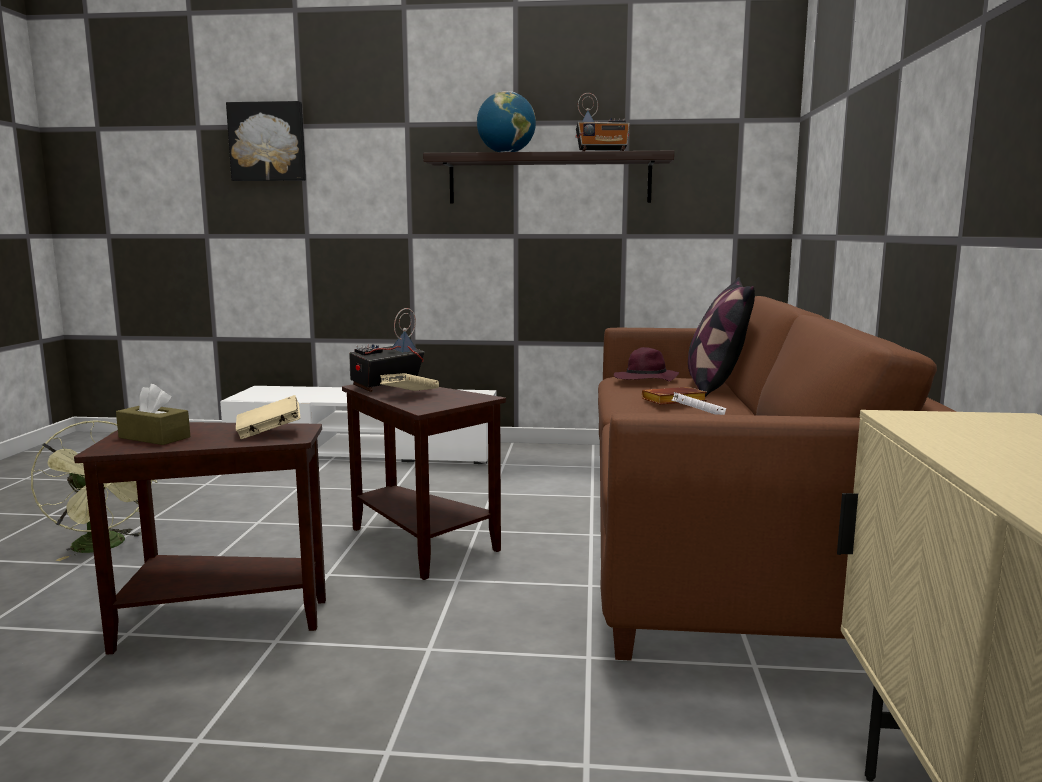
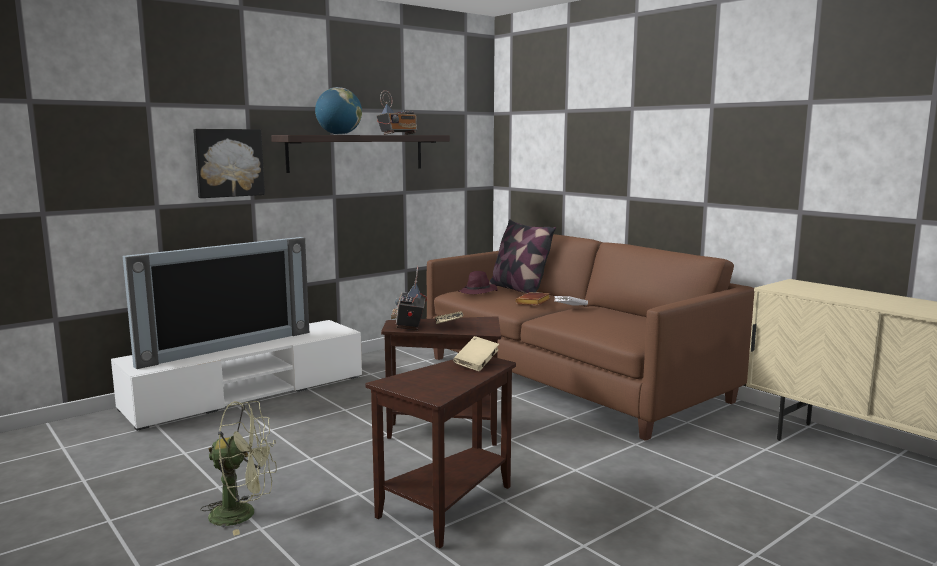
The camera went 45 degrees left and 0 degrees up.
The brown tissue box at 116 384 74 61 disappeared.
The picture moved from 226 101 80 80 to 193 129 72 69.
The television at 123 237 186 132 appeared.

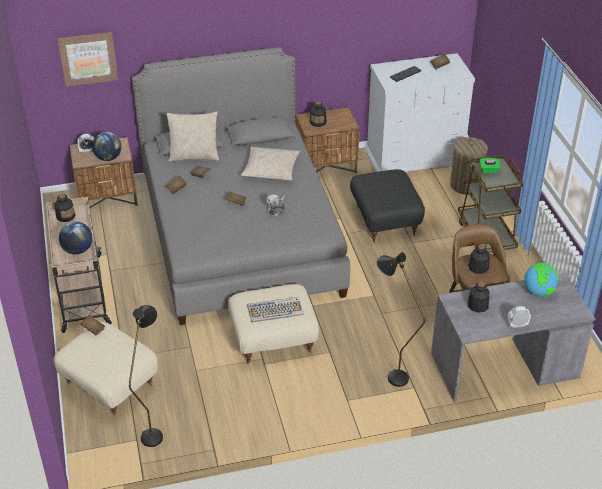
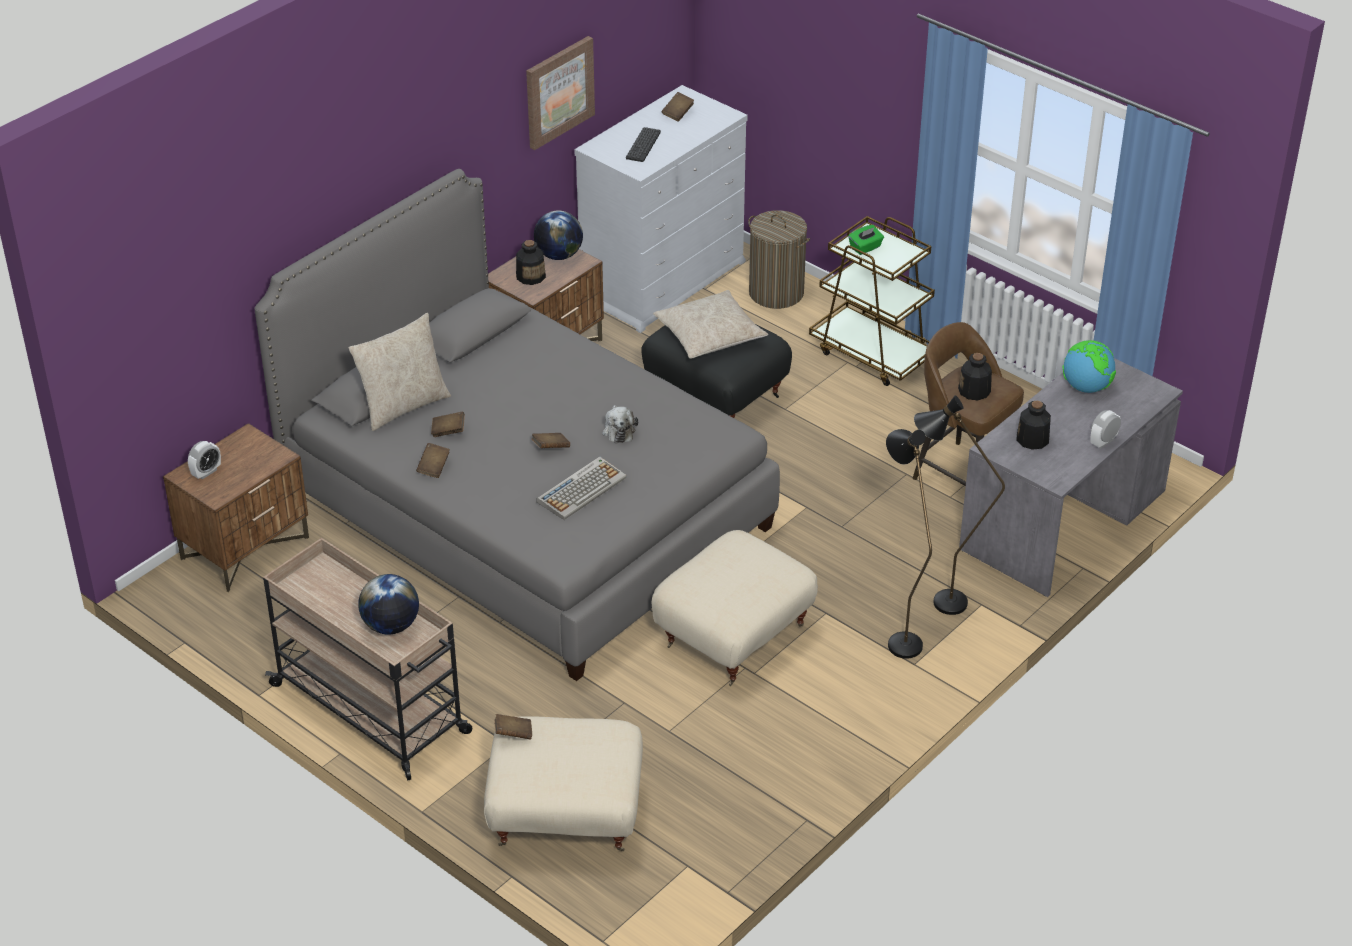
The camera went 35 degrees left and 0 degrees up.
The bottle at 55 194 21 28 disappeared.
The picture moved from 58 32 60 55 to 526 36 69 114.
The globe moved from 92 132 30 29 to 534 210 49 50.
The black floor lamp moved from 129 305 34 142 to 886 429 46 230.
The beige pillow moved from 241 147 59 33 to 653 290 115 69.
The keyboard moved from 248 297 56 26 to 537 456 90 64.

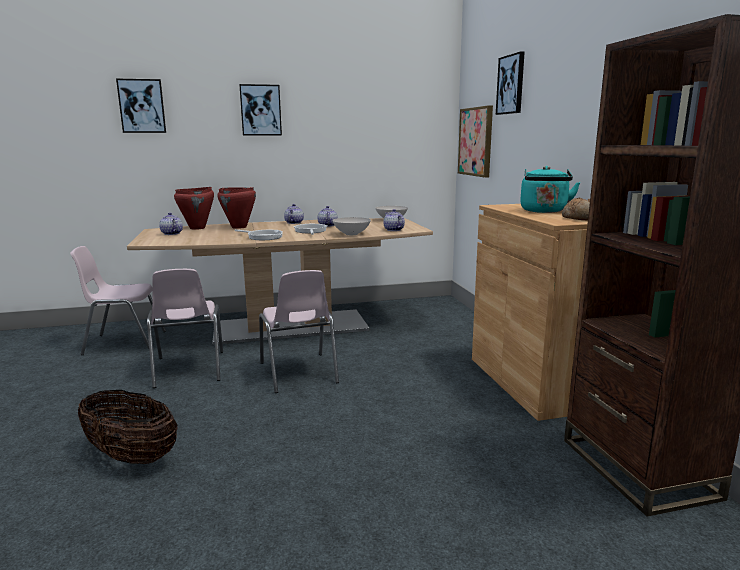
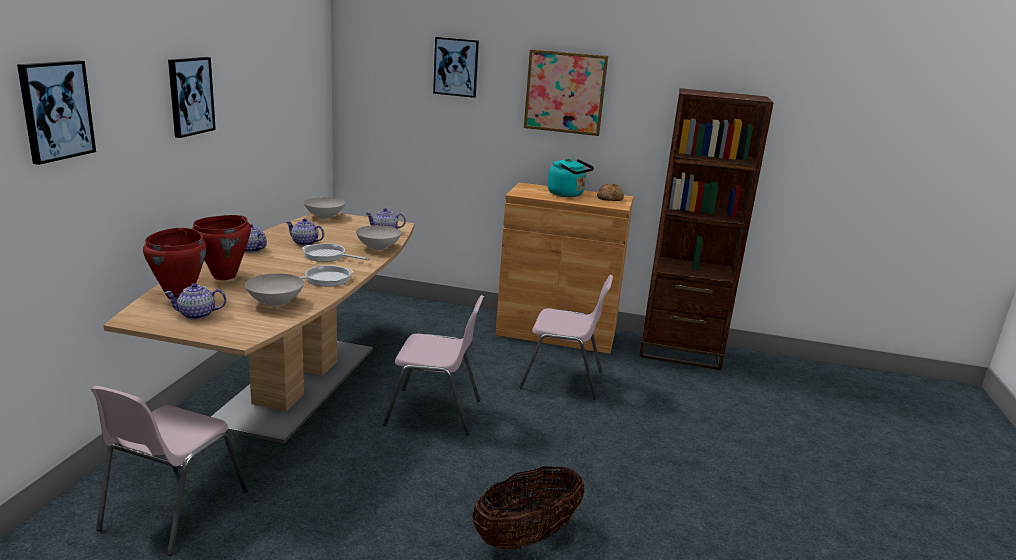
The camera went 65 degrees left and 5 degrees up.
The pink chair moved from 147 269 76 119 to 519 275 94 125.
The picture moved from 458 105 35 73 to 524 49 84 87.
The white bowl at 245 274 59 32 appeared.

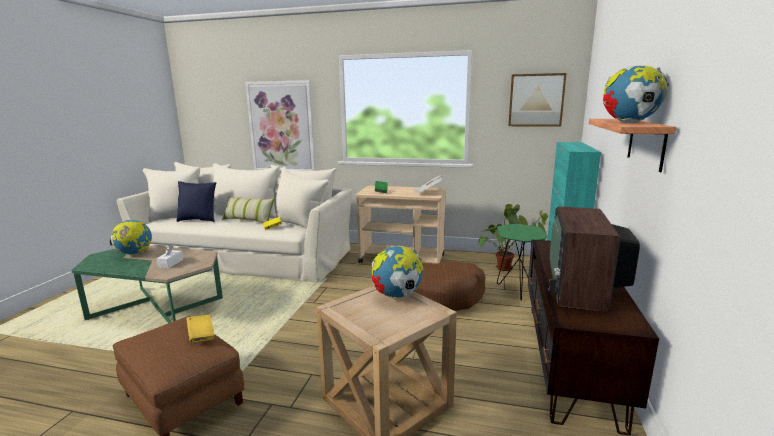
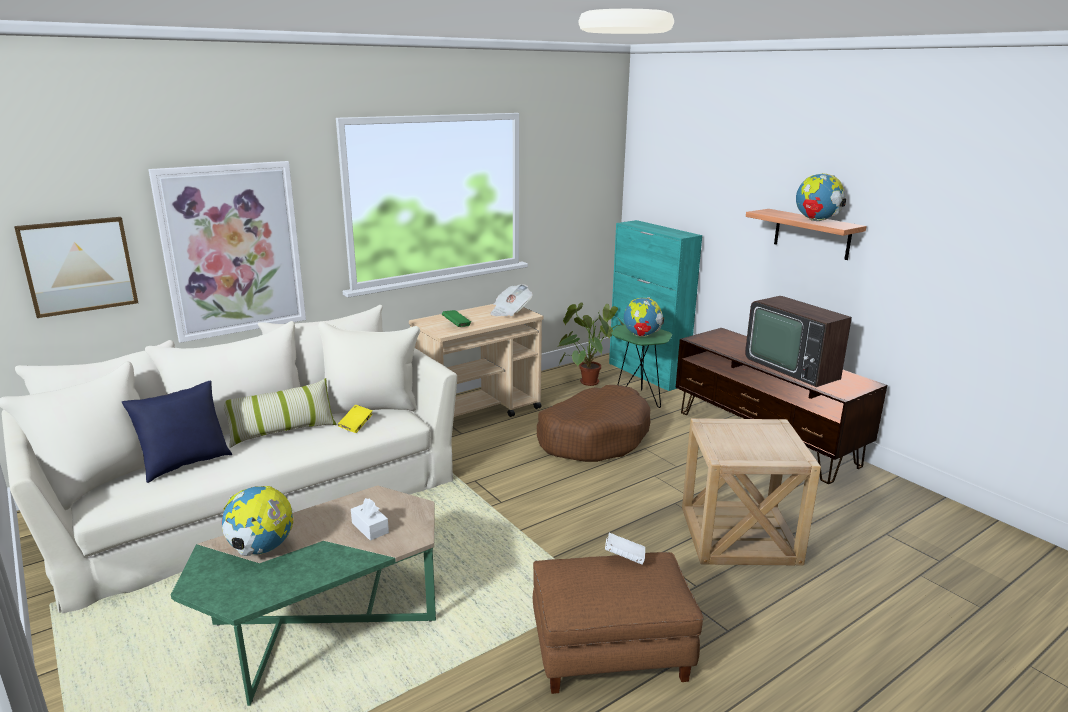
The camera went 50 degrees left and 5 degrees up.
The yellow book at 186 315 29 27 became the white book at 605 533 40 32.
The globe moved from 371 246 53 52 to 624 297 40 40.
The picture moved from 508 73 59 53 to 14 217 124 101.

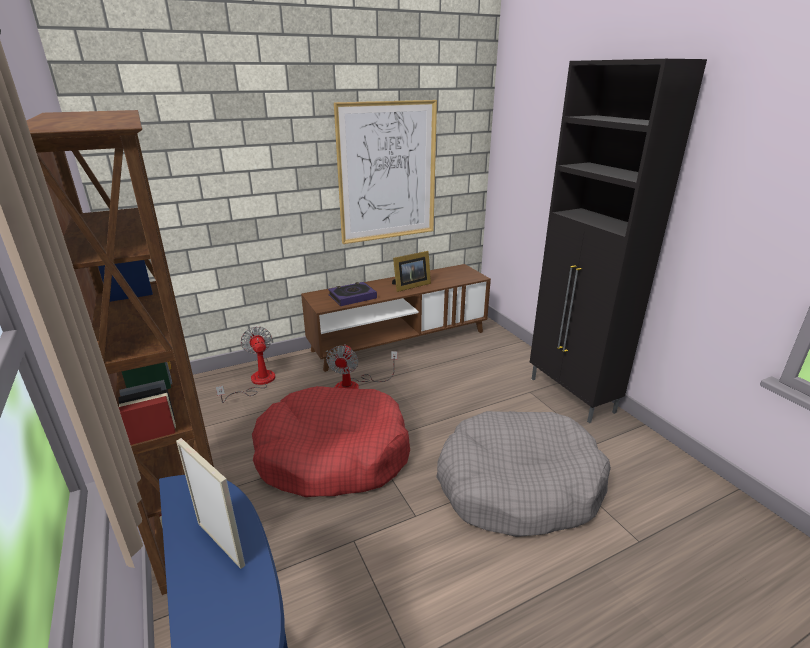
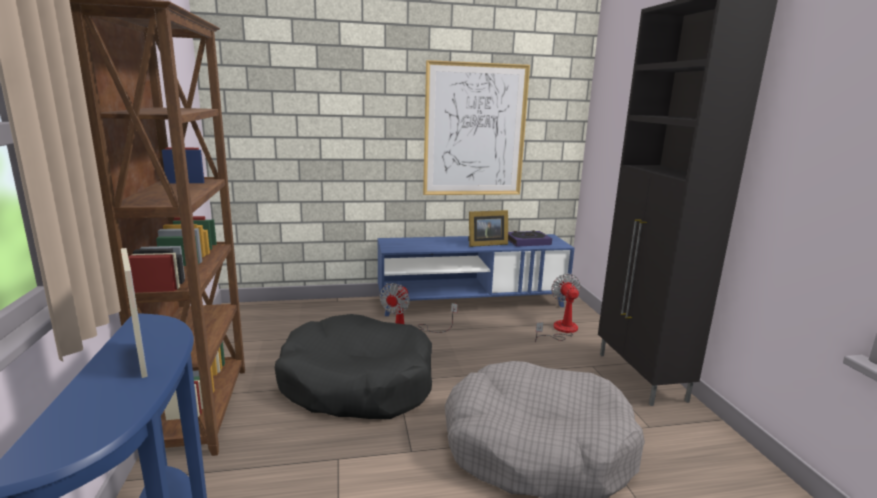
The camera went 15 degrees right and 10 degrees down.
The fan moved from 216 326 60 77 to 535 273 45 69.
The red dog bed at 252 386 158 111 became the black dog bed at 275 314 157 105.
The brown tv stand at 301 264 190 108 became the blue tv stand at 378 234 197 82.
The book moved from 328 282 49 24 to 508 230 44 17.

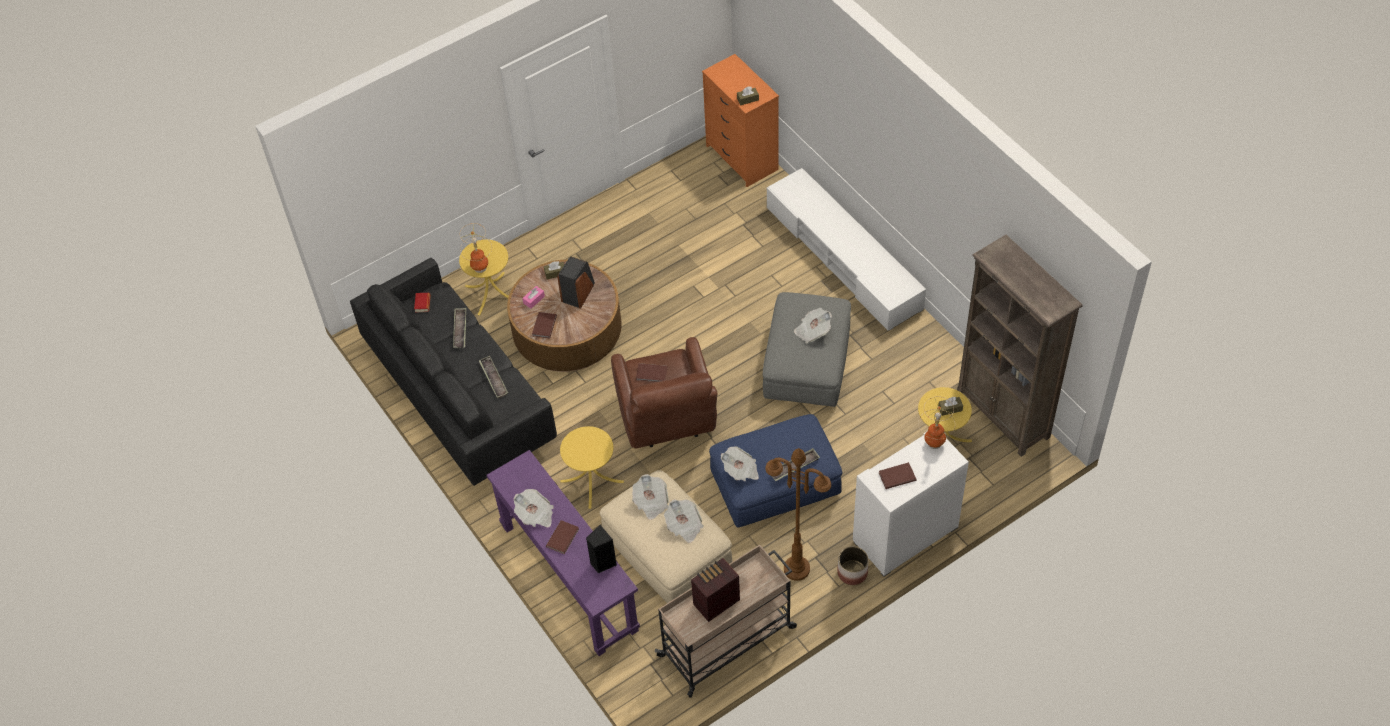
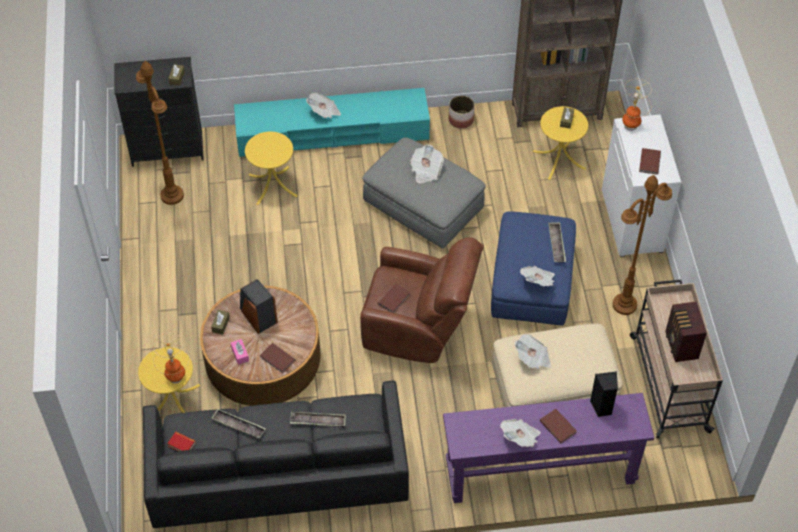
The camera went 65 degrees left and 0 degrees up.
The yellow side table moved from 560 426 64 83 to 245 132 53 73.
The newspaper moved from 664 499 40 44 to 306 93 35 25.
The orange dresser at 702 54 77 133 became the black dresser at 114 57 90 110.
The white tv stand at 767 168 159 163 became the turquoise tv stand at 234 88 196 69.
The planter moved from 837 546 32 39 to 449 96 26 33.
The brown floor lamp at 136 61 48 144 appeared.

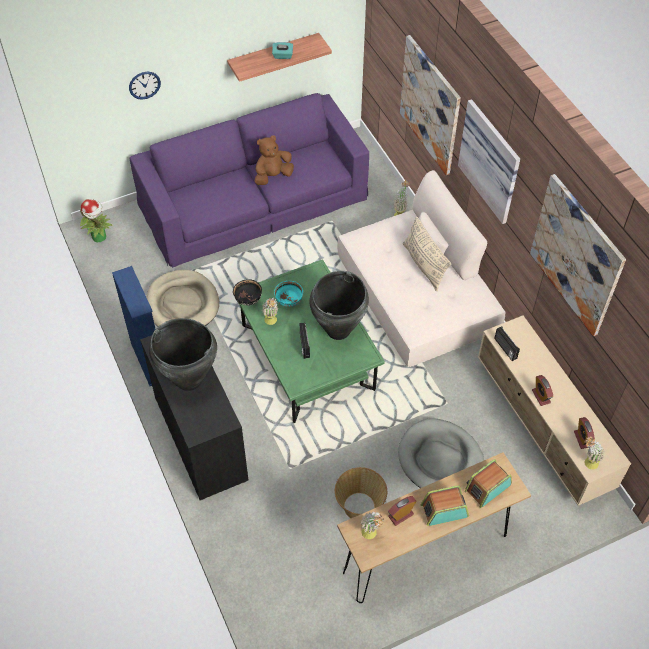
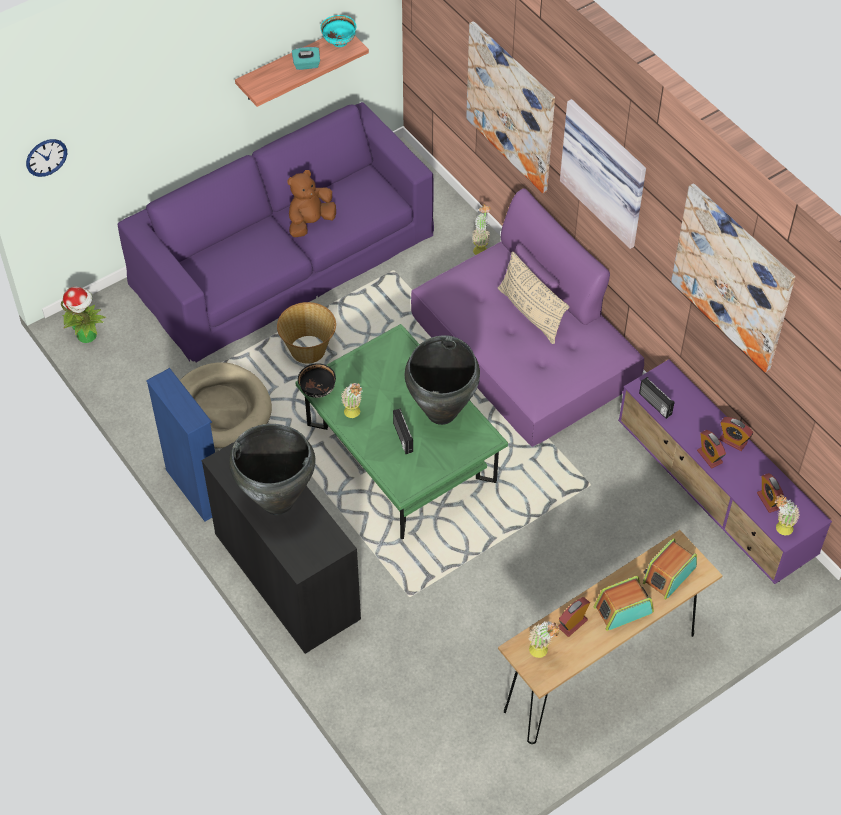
The camera went 10 degrees left and 0 degrees up.
The wall clock moved from 129 72 32 28 to 26 139 41 38.
The turquoise bowl moved from 274 281 29 26 to 320 15 37 32.
The basket moved from 335 467 52 51 to 277 302 59 62.
The beige sofa at 338 170 167 197 became the purple sofa at 411 188 233 259.
The grey dog bed at 398 419 86 69 disappeared.
The beige tv stand at 478 316 153 190 became the purple tv stand at 618 359 214 225.
The alarm clock at 719 417 34 34 appeared.

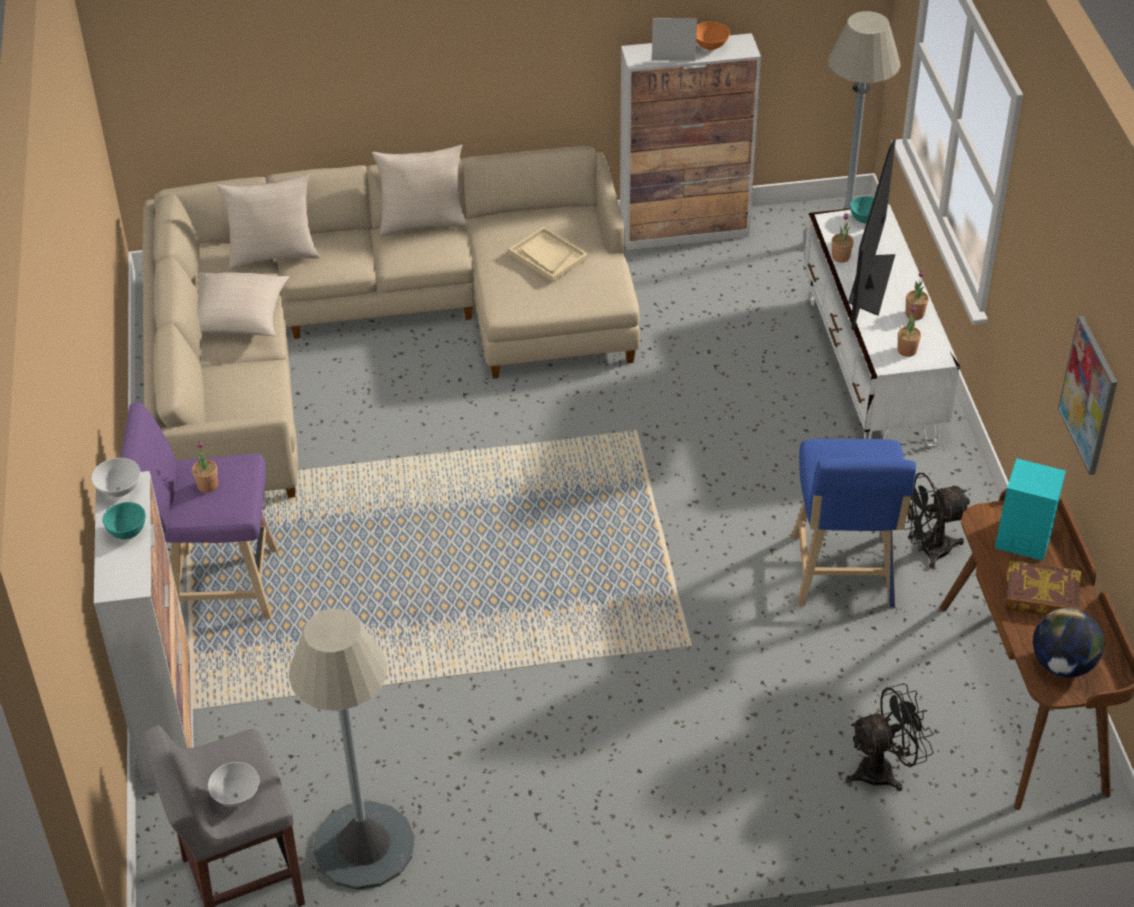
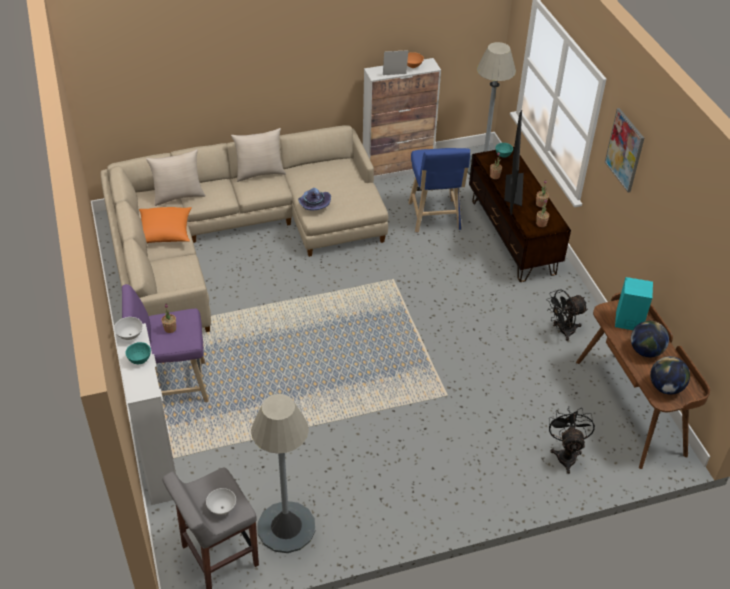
The camera went 10 degrees left and 0 degrees up.
The beige pillow at 197 272 93 64 became the orange pillow at 139 207 53 36.
The beige tray at 508 226 80 56 disappeared.
The blue stool moved from 792 439 124 168 to 408 148 62 85.
The white tv stand at 804 204 156 243 became the brown tv stand at 469 147 102 135.
The black fan at 846 683 88 108 turned 60 degrees counterclockwise.
The book at 1005 561 76 54 was replaced by the globe at 631 321 38 36.
The picture moved from 1058 316 59 159 to 605 108 39 85.
The purple hat at 298 188 33 23 appeared.

